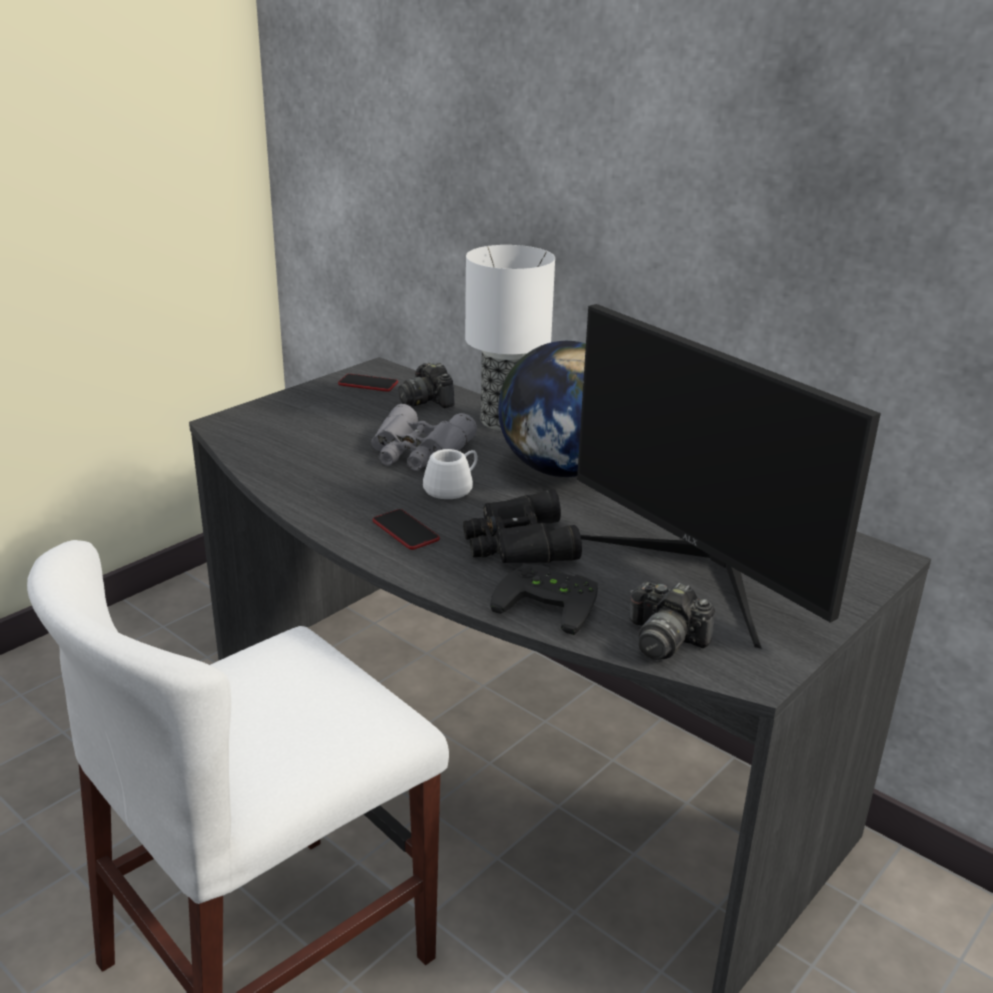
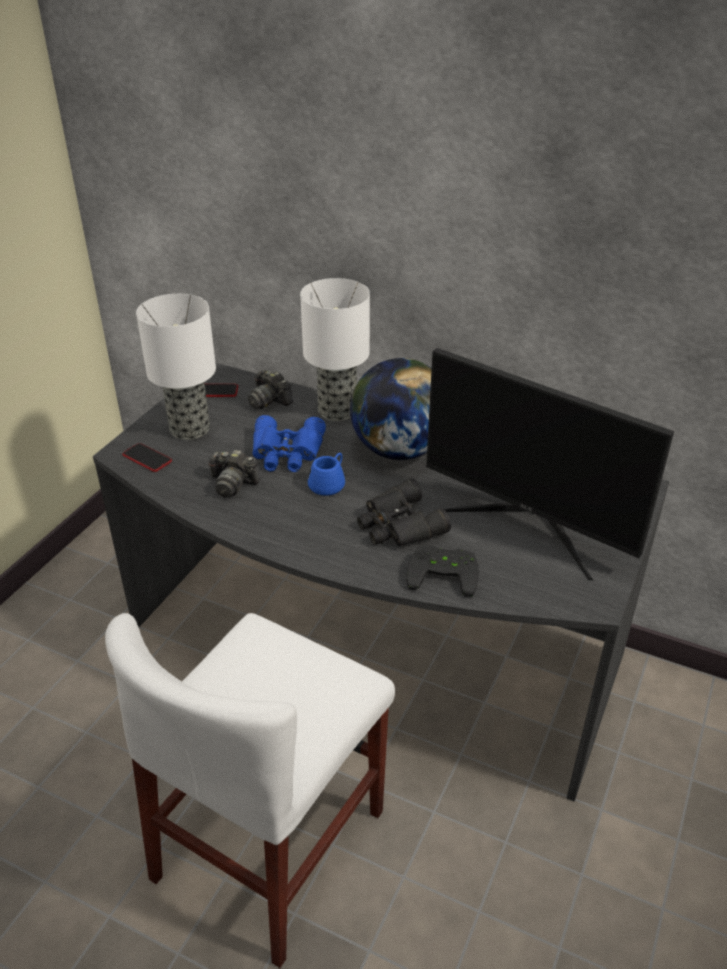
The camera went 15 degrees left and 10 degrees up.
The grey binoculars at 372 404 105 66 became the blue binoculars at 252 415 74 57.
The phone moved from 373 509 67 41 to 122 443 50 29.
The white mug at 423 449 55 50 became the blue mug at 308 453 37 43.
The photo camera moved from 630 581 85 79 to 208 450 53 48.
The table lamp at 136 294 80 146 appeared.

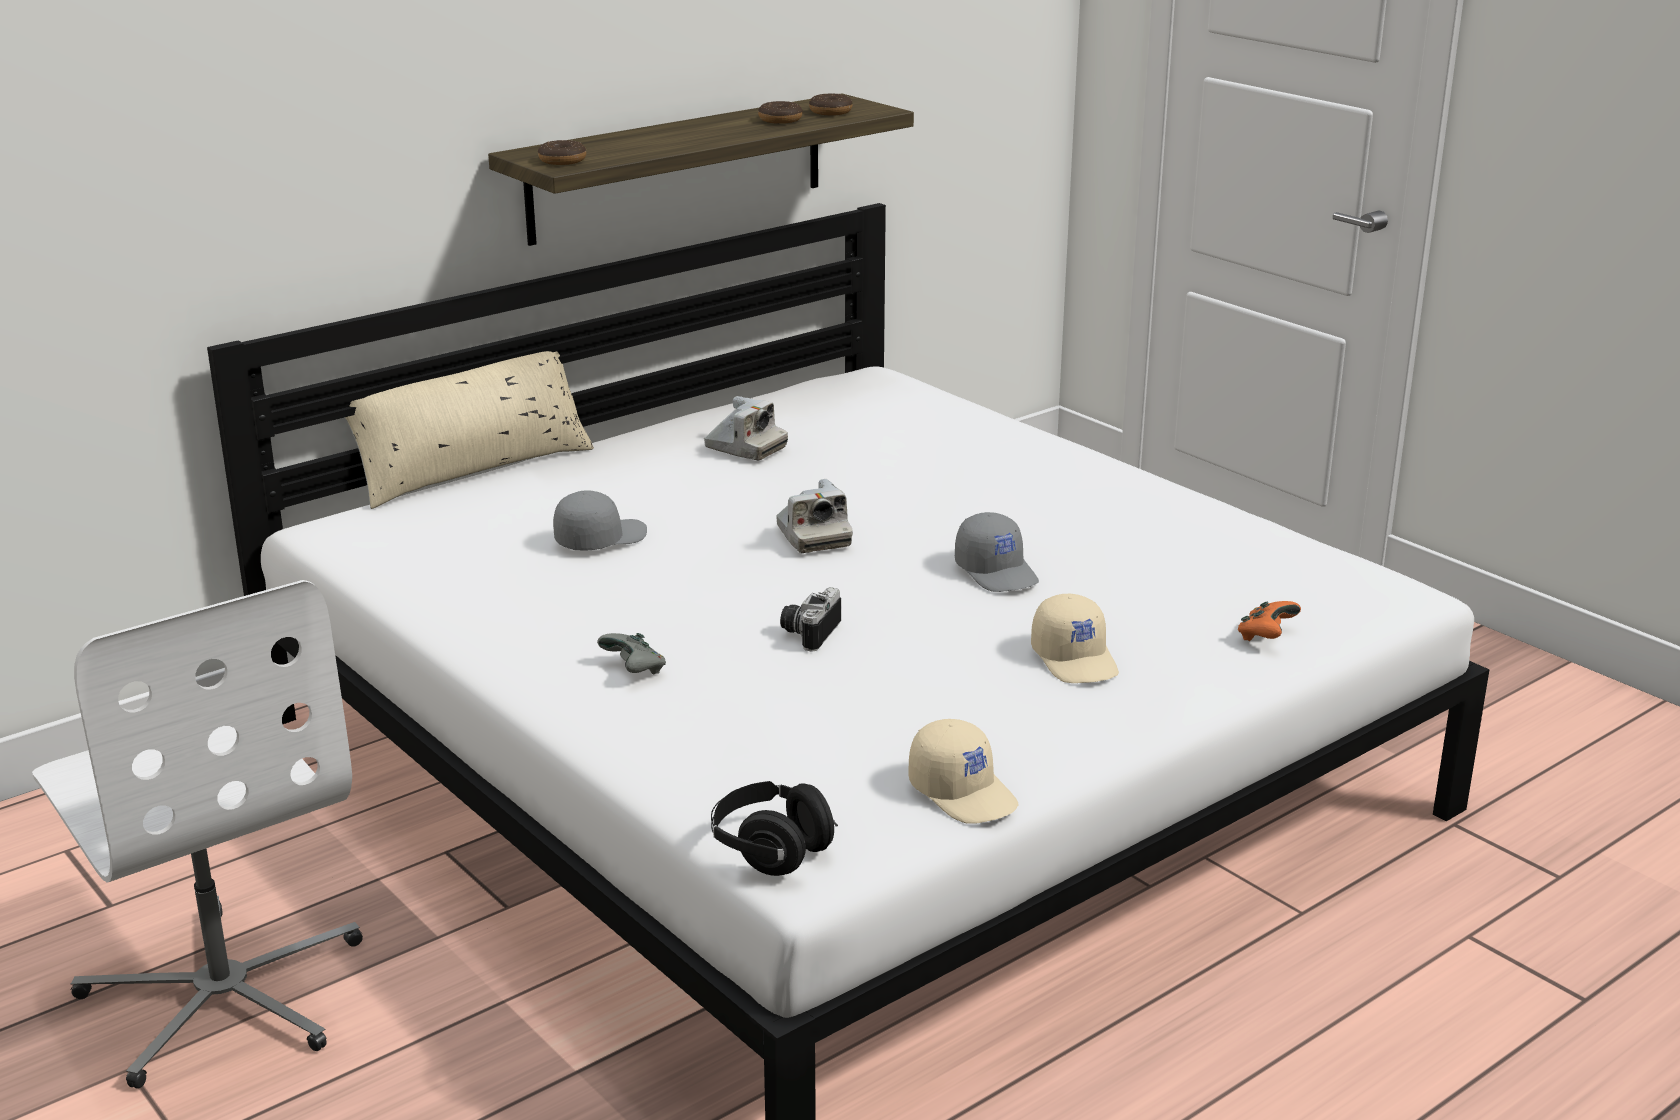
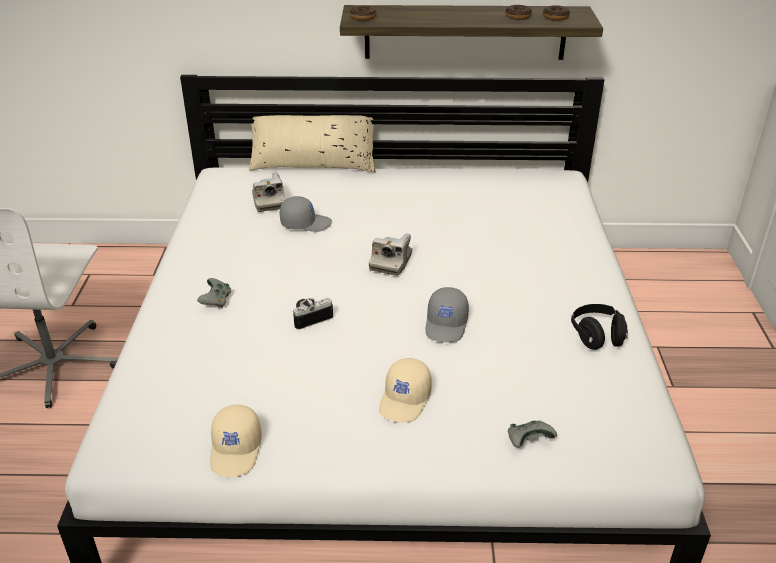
The camera went 40 degrees right and 10 degrees up.
The photo camera moved from 704 396 84 64 to 252 172 33 40.
The black headphones moved from 711 781 127 95 to 571 304 57 46.
The orange game controller at 1238 601 63 40 became the grey game controller at 508 420 49 28.

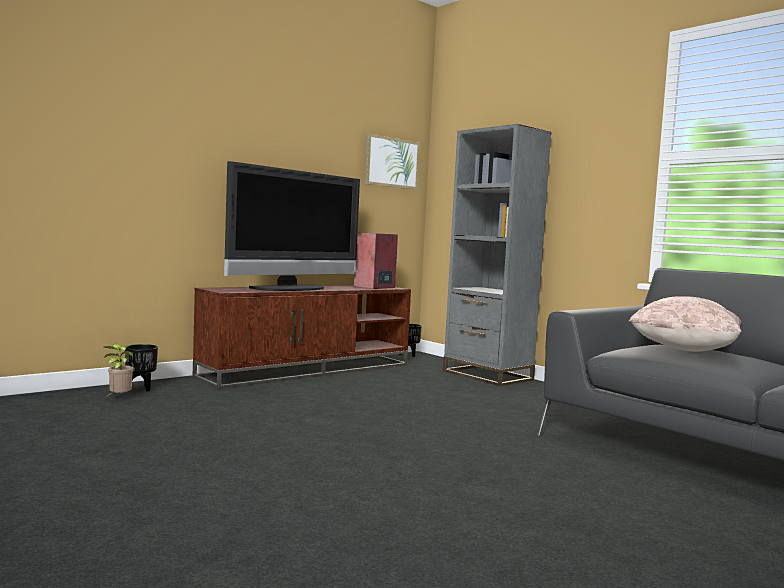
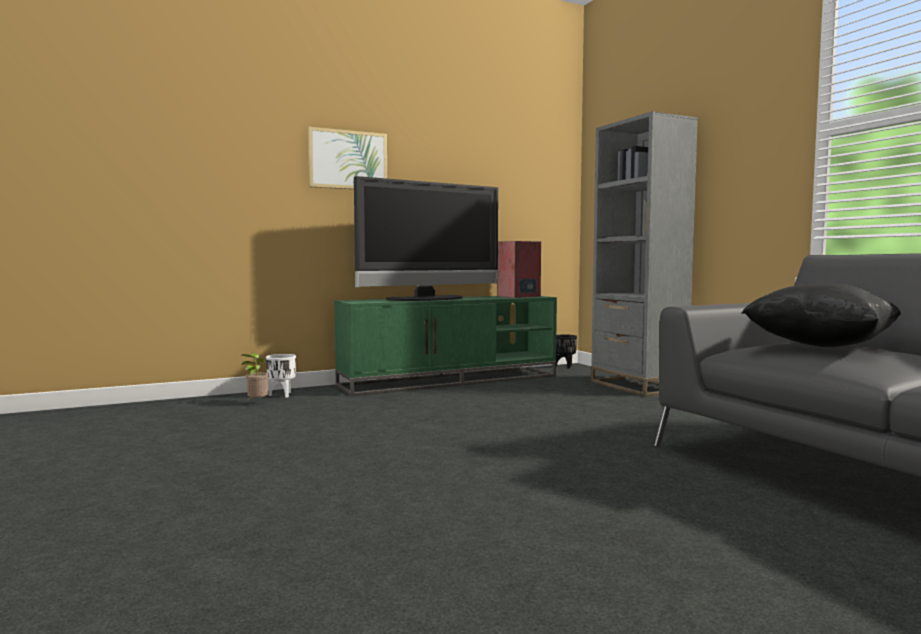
The camera went 15 degrees right and 0 degrees up.
The black planter at 125 344 33 48 became the white planter at 266 354 30 44.
The brown tv stand at 193 285 218 104 became the green tv stand at 334 296 223 100.
The picture moved from 364 133 56 57 to 308 127 79 62.
The beige pillow at 628 296 114 56 became the black pillow at 742 283 159 64.

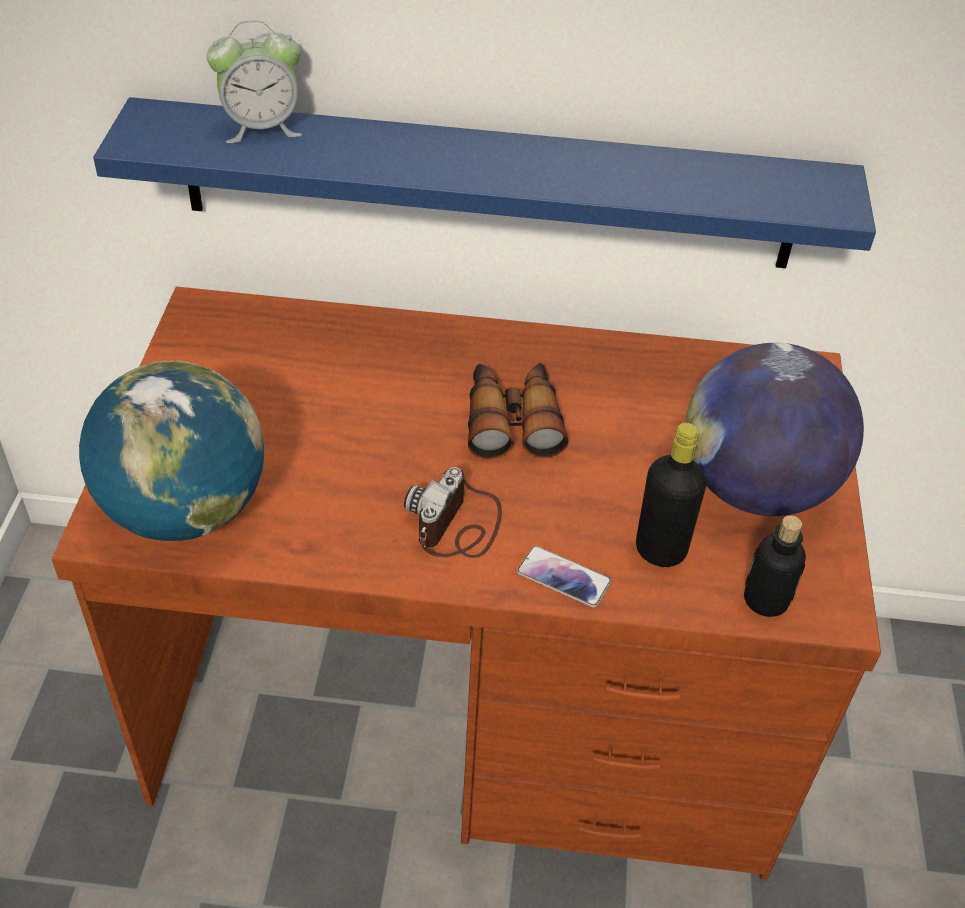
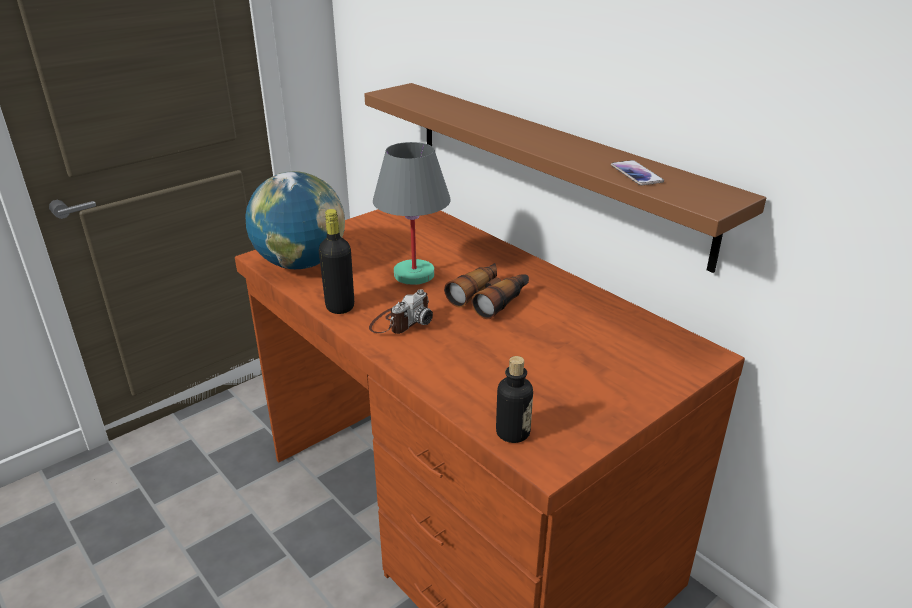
The camera went 45 degrees right and 15 degrees down.
The blue shelf at 93 97 783 171 became the brown shelf at 364 83 402 190.
The alarm clock at 207 21 95 122 disappeared.
The photo camera at 404 467 98 91 turned 150 degrees clockwise.
The phone moved from 517 546 95 62 to 611 160 53 25.
The black bottle moved from 636 423 70 144 to 319 209 35 105.
The globe at 685 343 179 173 disappeared.
The grey table lamp at 373 142 78 143 appeared.

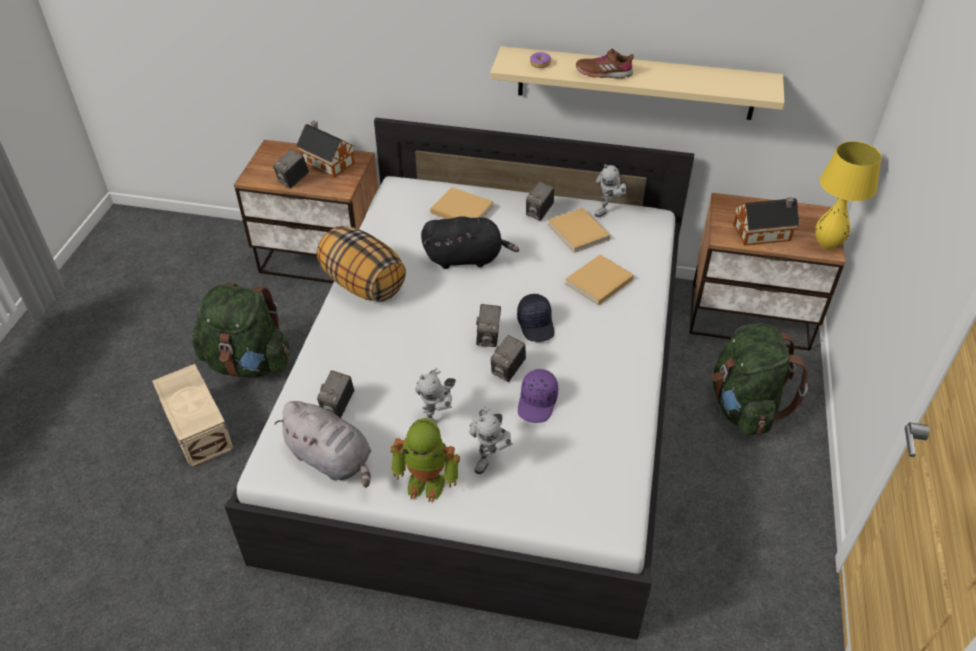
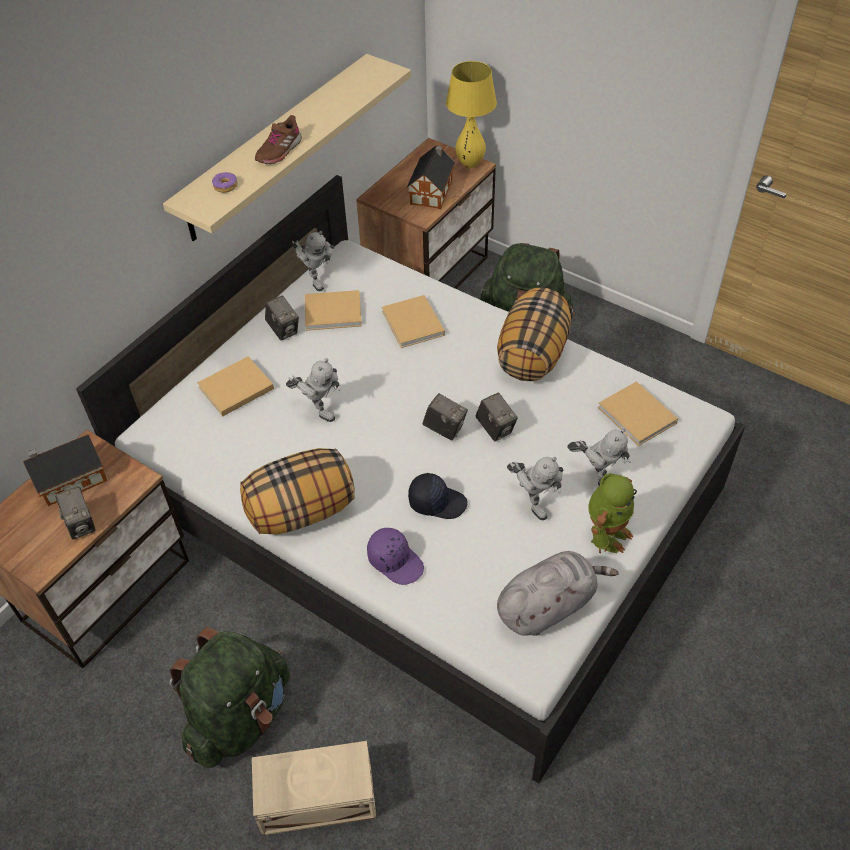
The camera went 65 degrees left and 5 degrees up.
The photo camera at 317 370 37 48 disappeared.
The black plush toy at 421 216 98 53 was replaced by the toy robot at 286 358 54 64.
The black cap moved from 517 294 37 48 to 408 473 60 46.
The purple cap moved from 518 369 40 54 to 367 528 57 57.
The pillow at 497 288 74 93 appeared.
The beige book at 598 381 80 65 appeared.

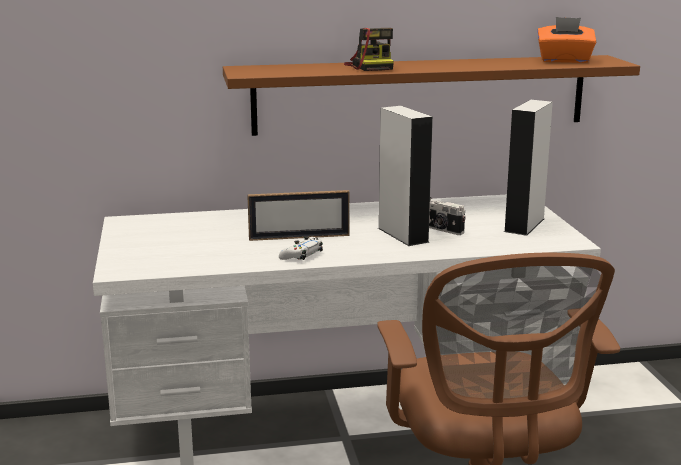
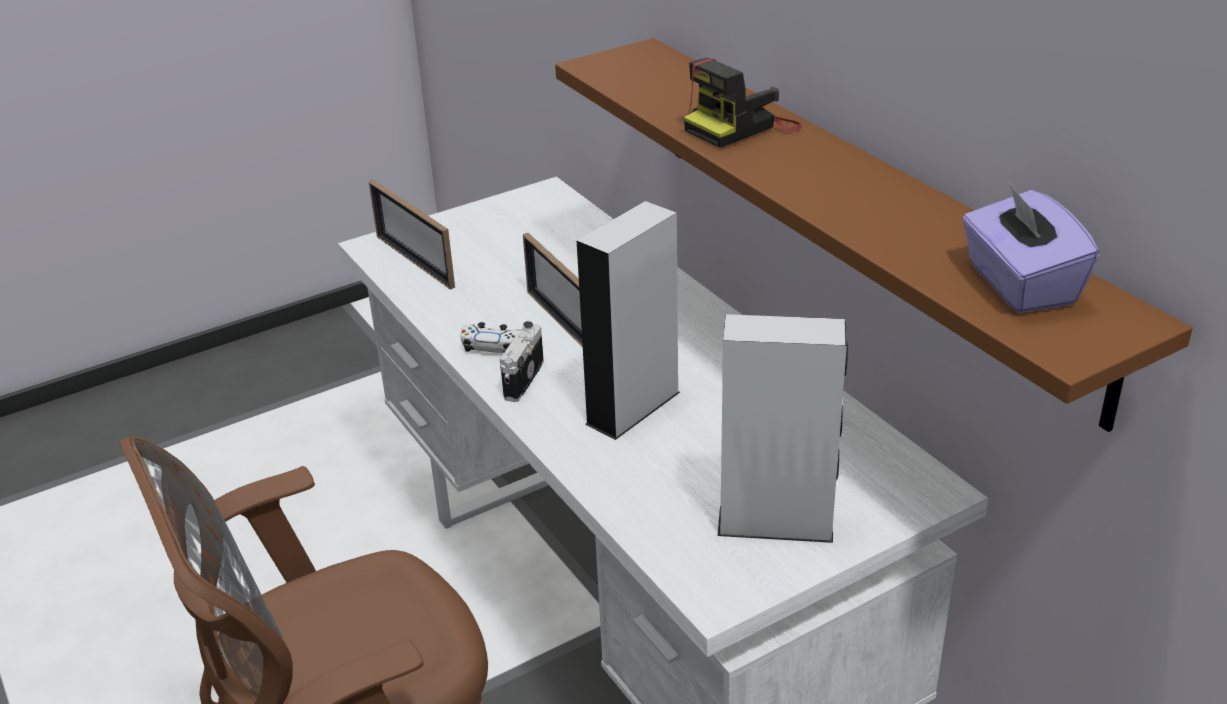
The camera went 70 degrees right and 15 degrees up.
The photo camera moved from 429 197 37 38 to 499 321 45 81.
The orange tissue box at 537 17 59 46 became the purple tissue box at 962 184 137 129.
The picture frame at 369 180 86 110 appeared.

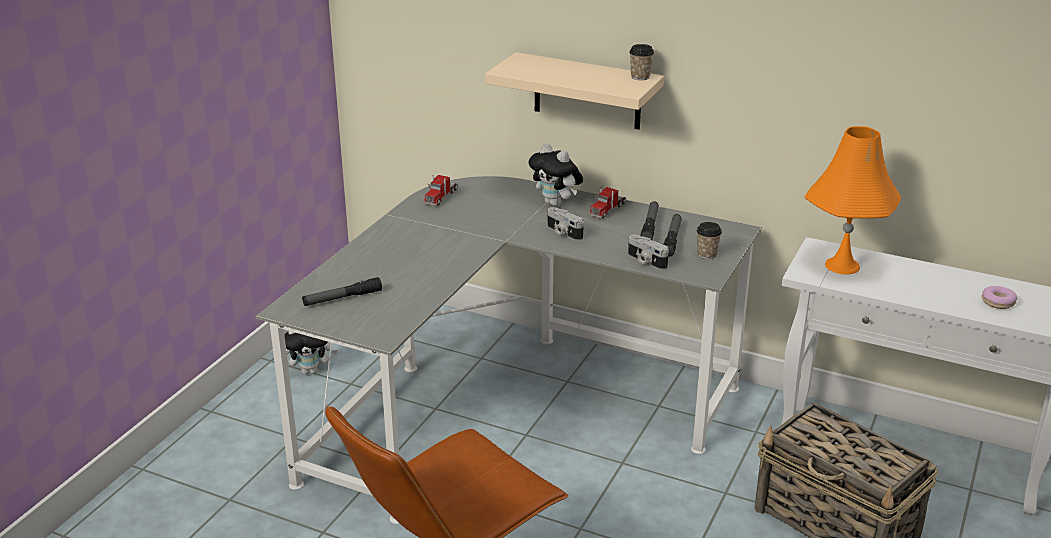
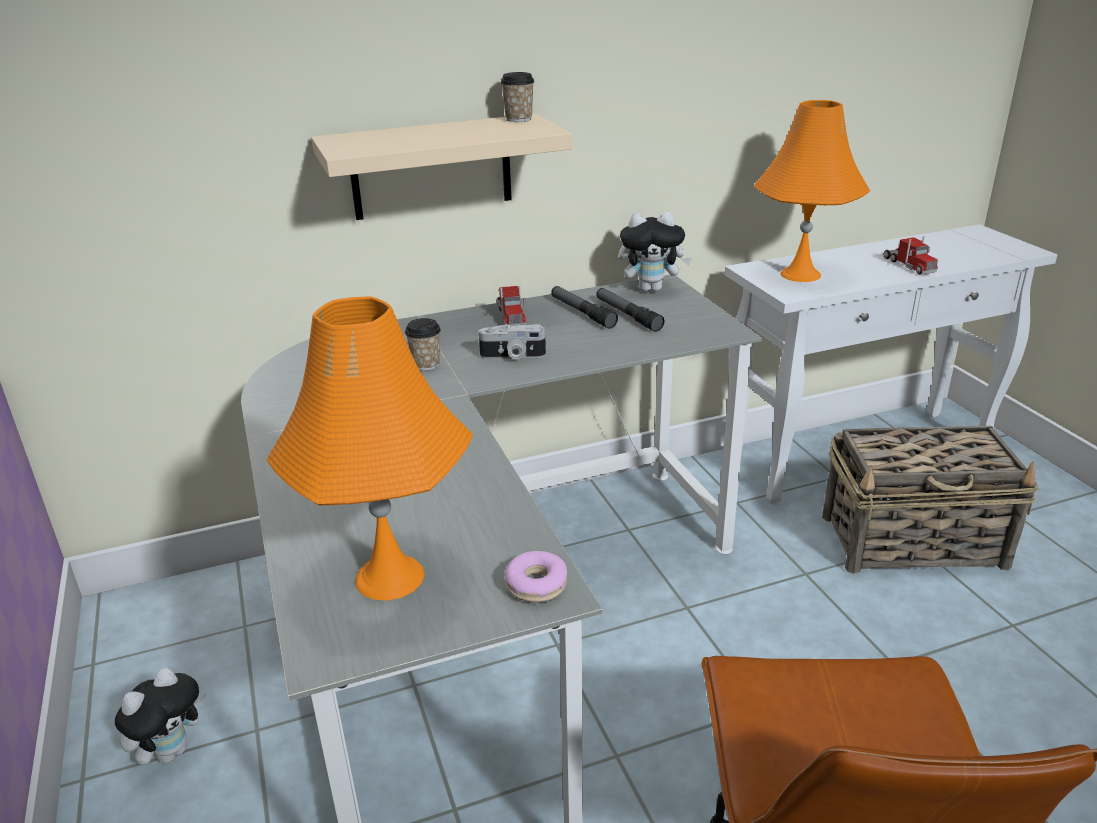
The camera went 45 degrees left and 0 degrees up.
The flashlight at 302 277 80 29 was replaced by the orange table lamp at 266 297 207 304.
The toy truck moved from 424 175 34 31 to 883 236 55 38.
The plush toy moved from 528 144 55 62 to 619 212 73 80.
The photo camera at 628 235 41 35 disappeared.
The cup moved from 697 222 25 37 to 405 318 36 53.
The donut moved from 982 286 35 23 to 504 551 63 52.

